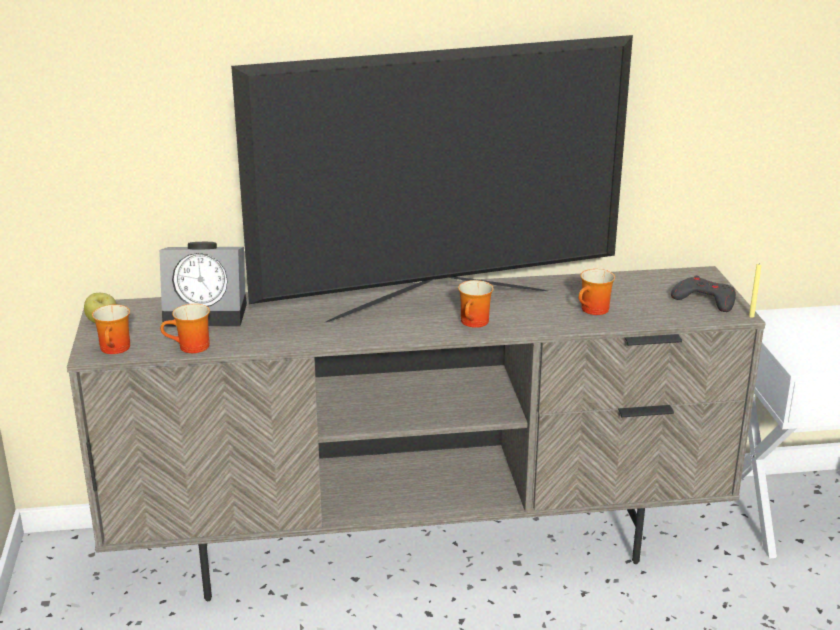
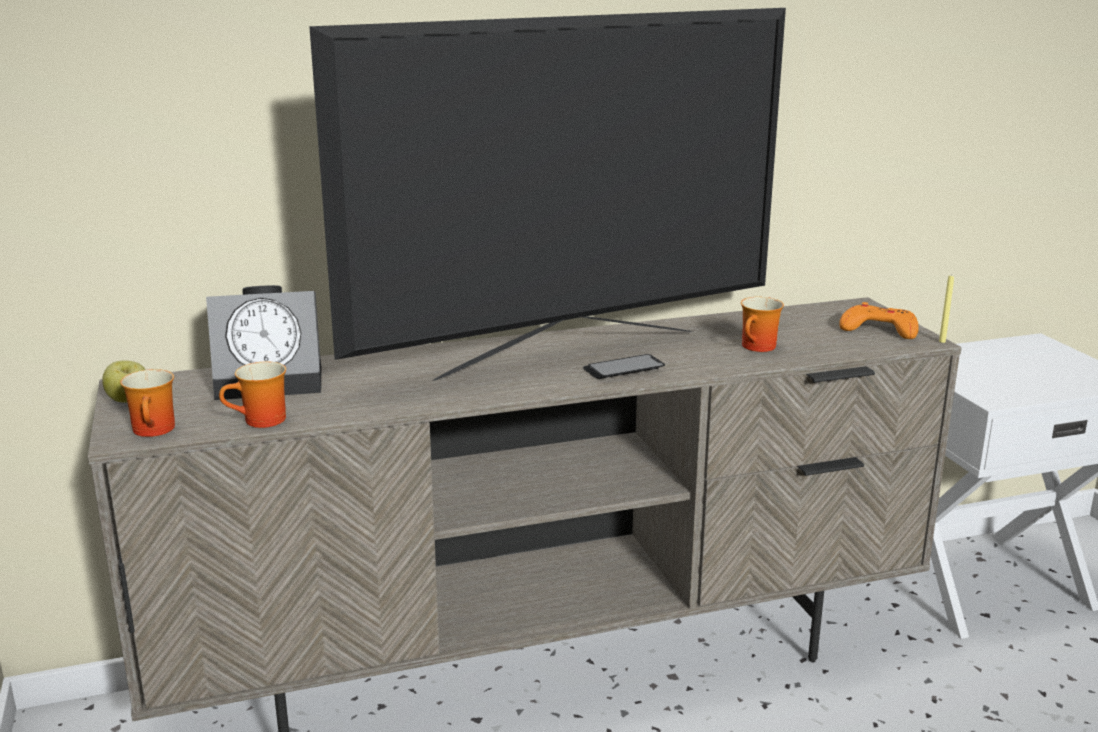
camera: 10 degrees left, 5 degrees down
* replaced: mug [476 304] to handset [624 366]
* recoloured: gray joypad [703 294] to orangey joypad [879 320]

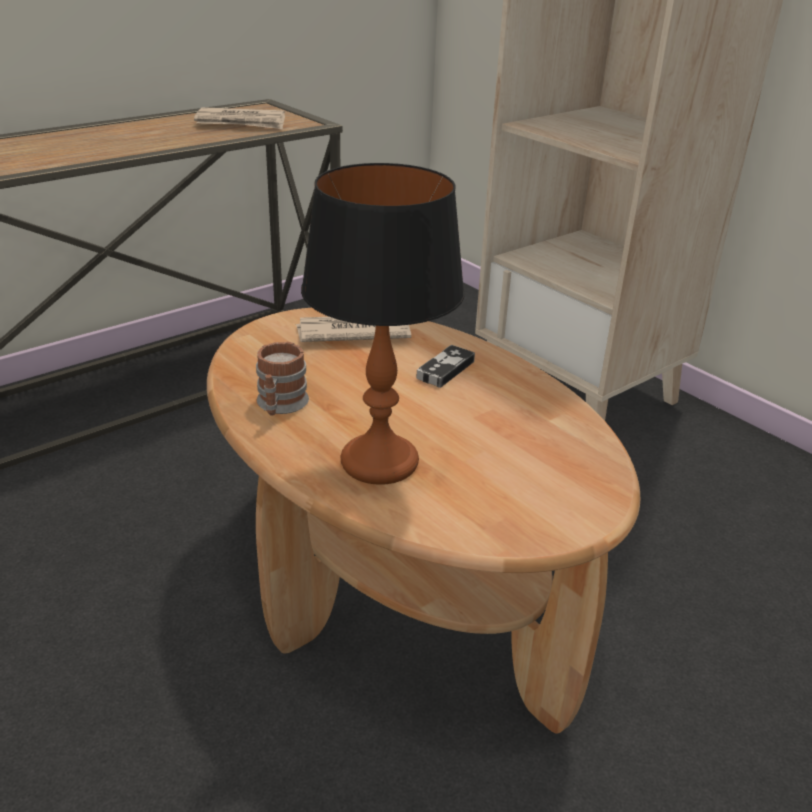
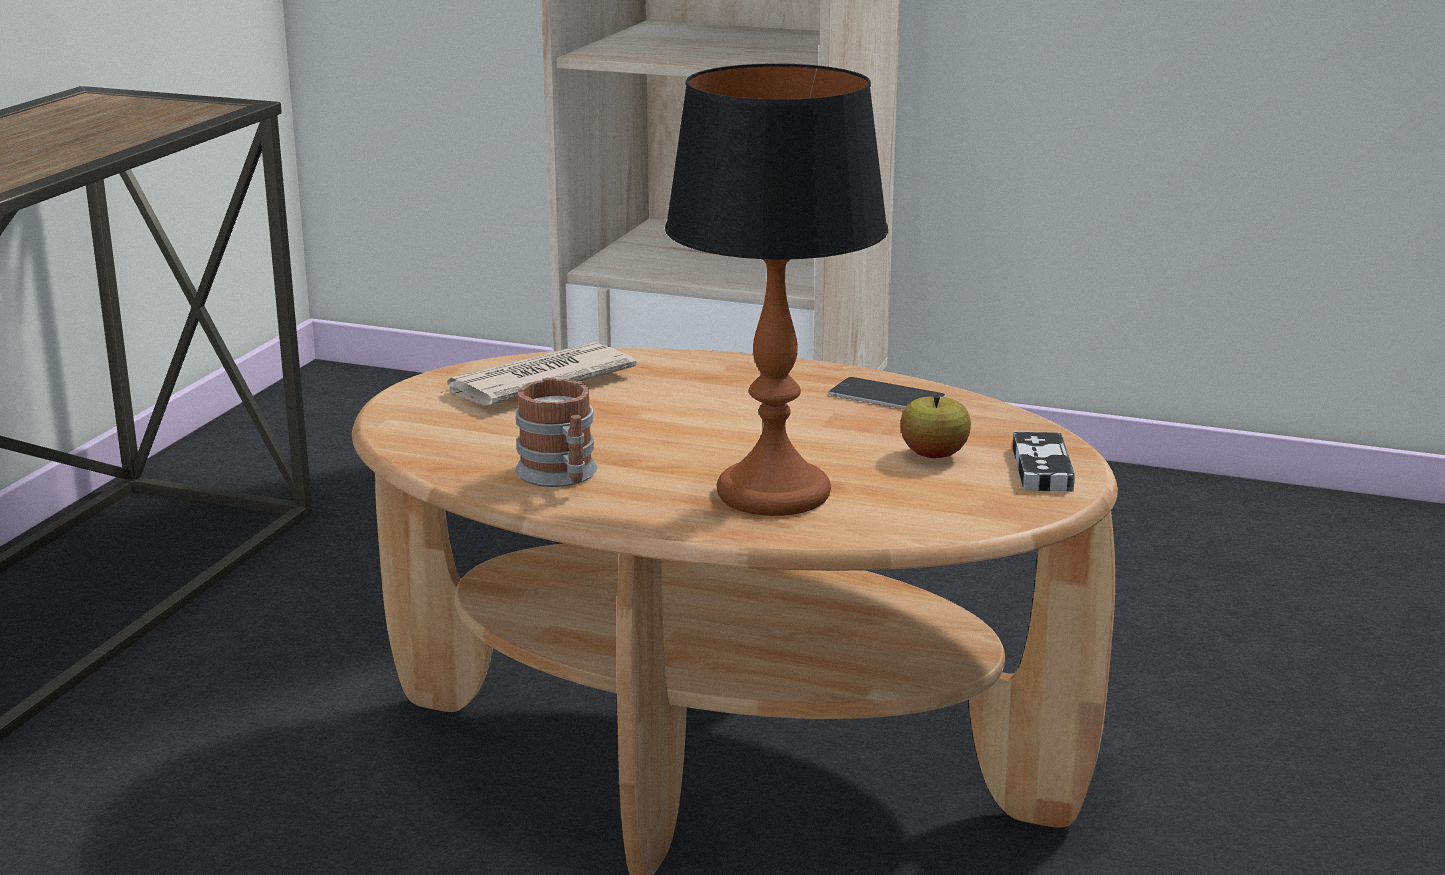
camera: 30 degrees left, 10 degrees down
* removed: daily paper [239 118]
* moved: joypad [445 366] to [1044 462]
* added: handset [887 393]
* added: apple [935 426]

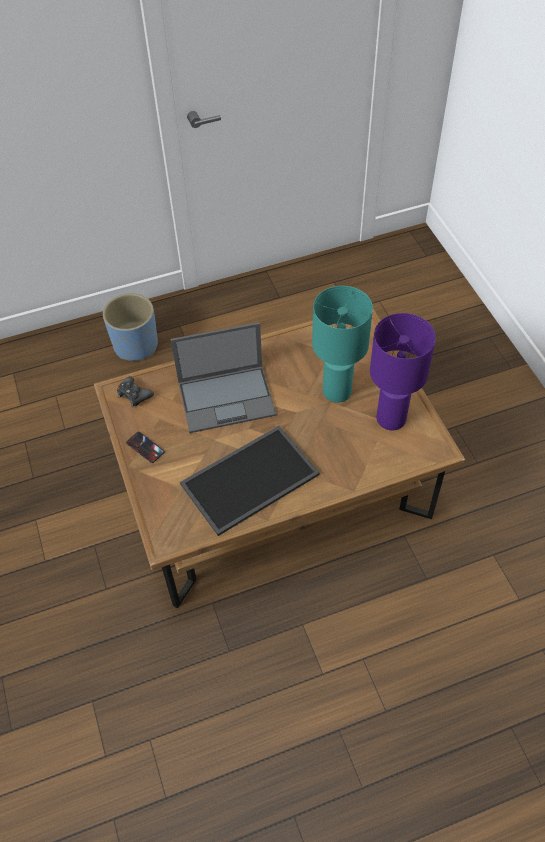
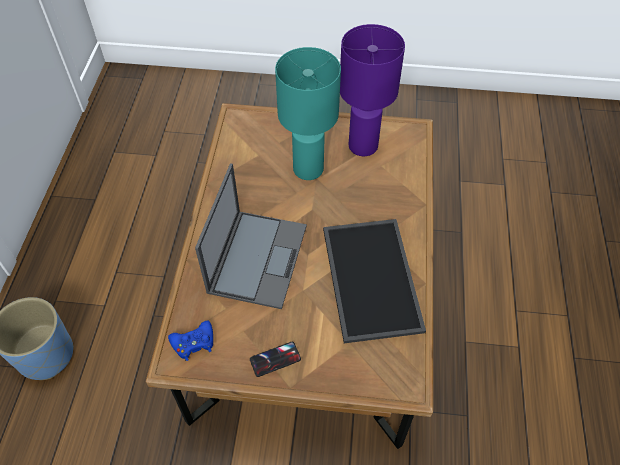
camera: 65 degrees left, 0 degrees up
* recoloured: blackish joypad [135 391] to bluish joypad [190 340]

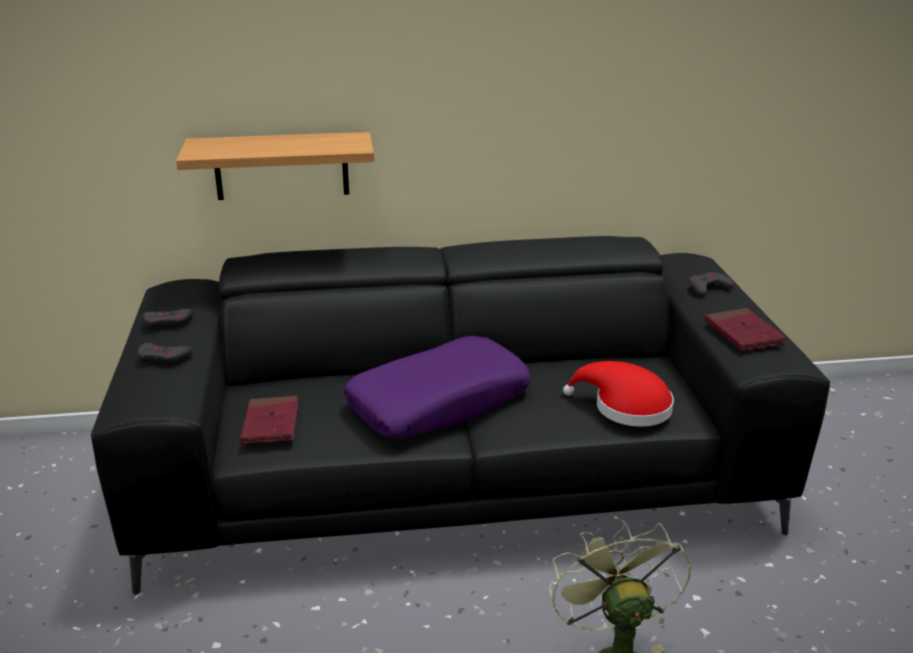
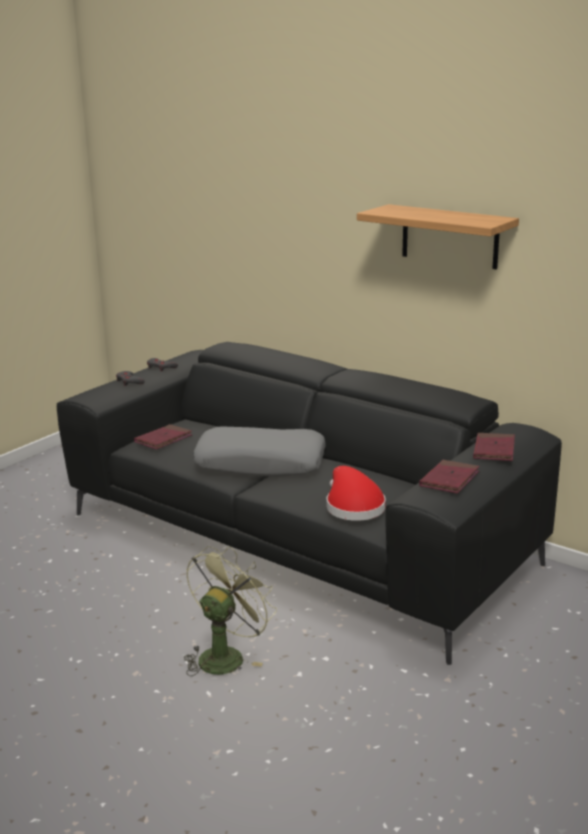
camera: 45 degrees right, 5 degrees down
* moved: shelf [275 166] to [438 237]
* recoloured: purplish pillow [437 387] to gray pillow [259 451]
* replaced: gray joypad [711 284] to red-coloured volume [494 447]

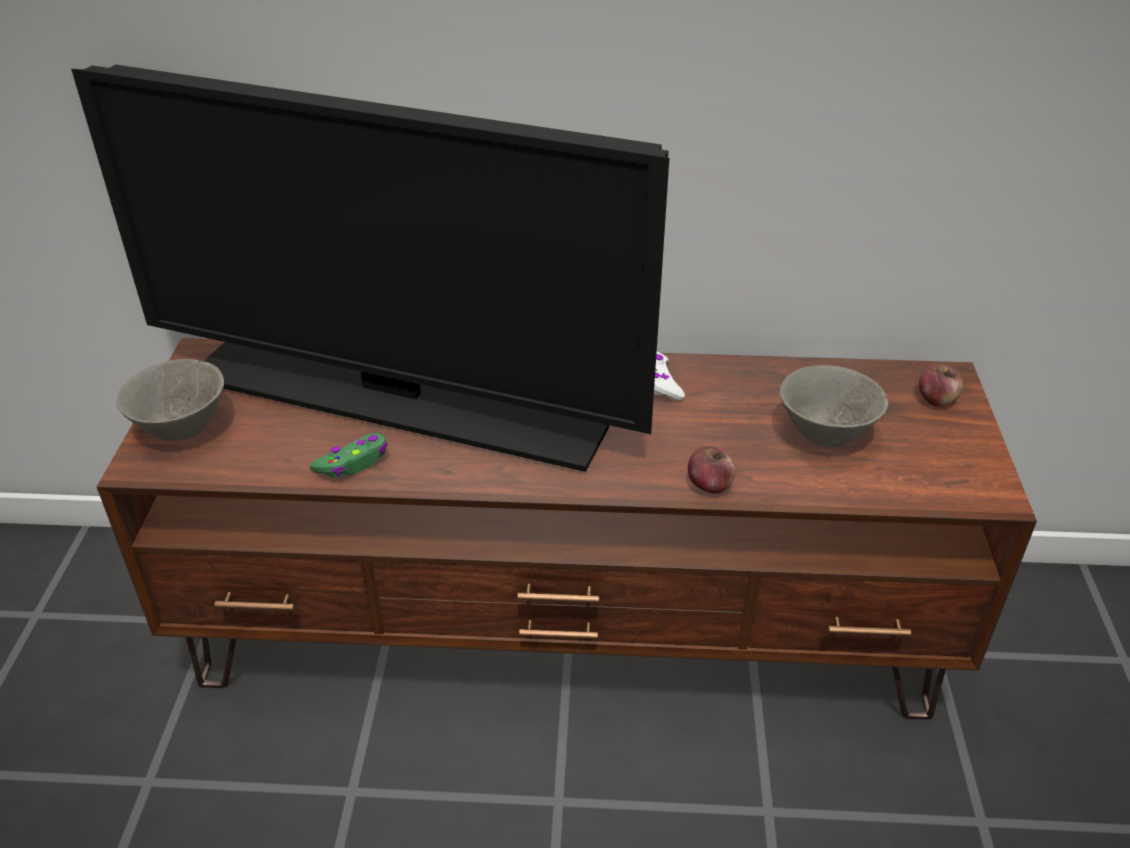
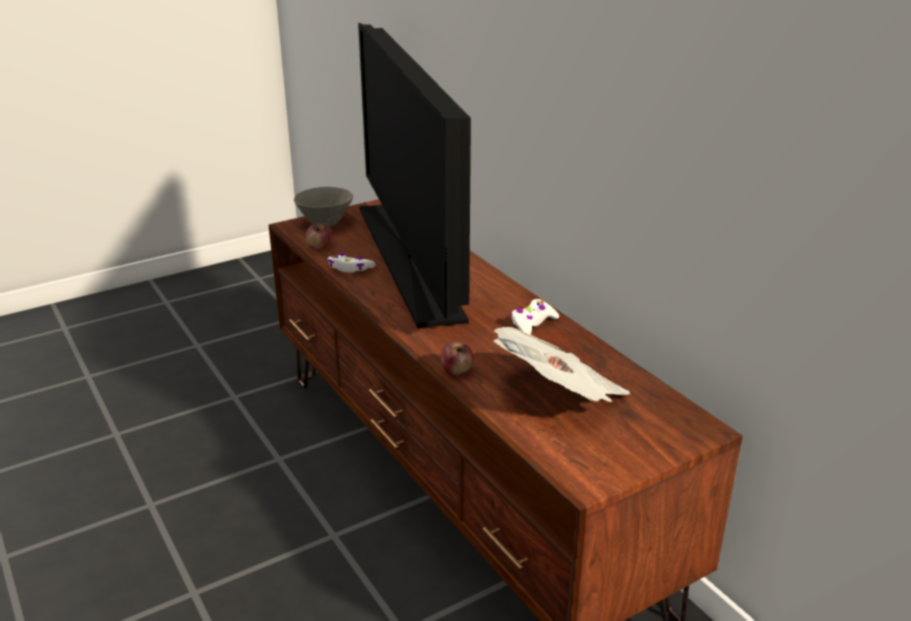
camera: 55 degrees right, 10 degrees down
* recoloured: green joypad [348 455] to whitish joypad [352 263]
* replaced: gray serving bowl [834 406] to daily paper [561 364]
* moved: apple [941 384] to [319 236]

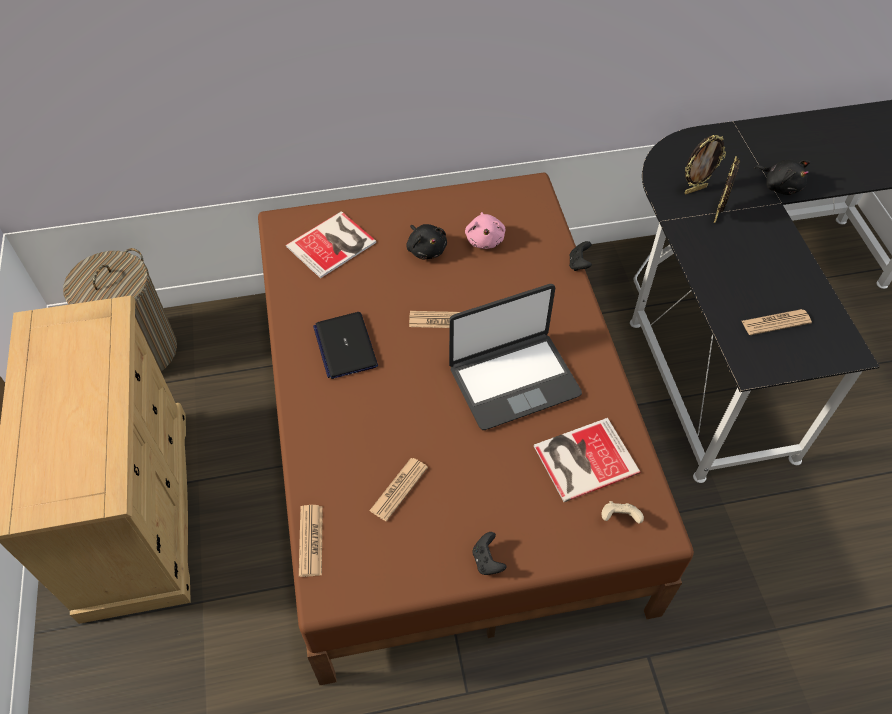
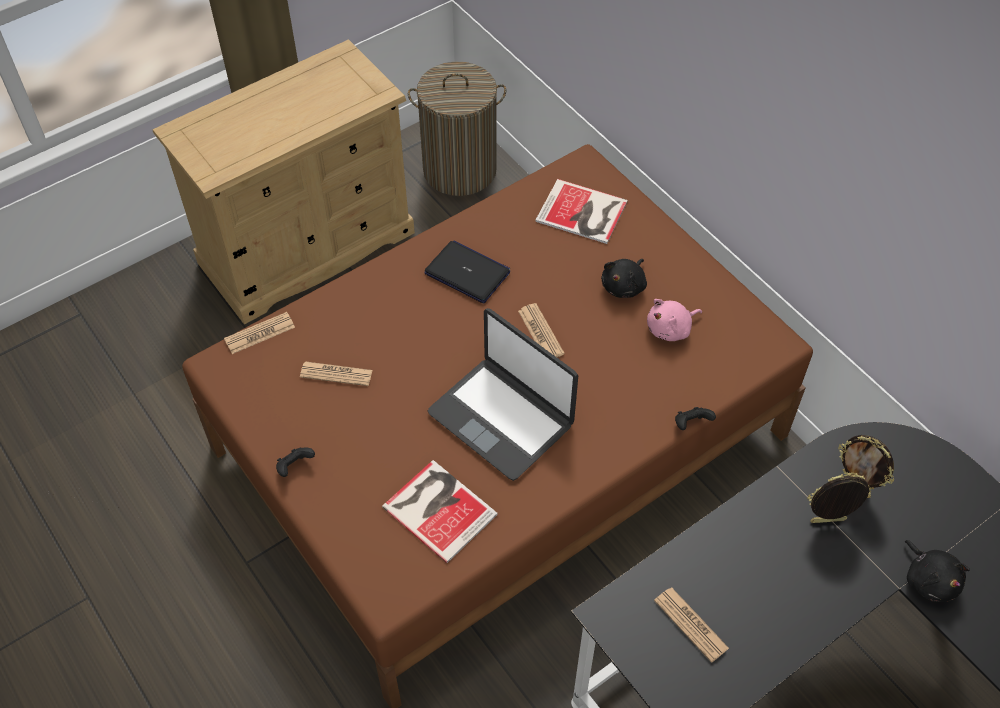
camera: 65 degrees right, 0 degrees up
* turned: laptop [345 345] = [467 272] 75 degrees clockwise
* removed: beige-coloured joypad [623 512]
* turned: blackish cuddly toy [782 177] = [937 571] 45 degrees counterclockwise

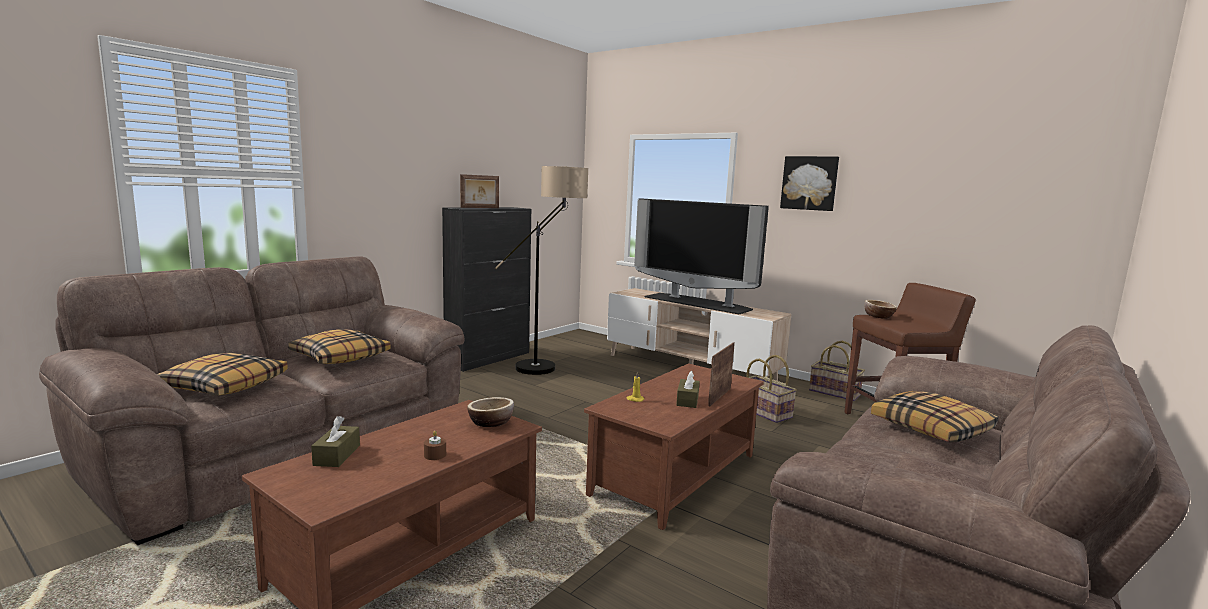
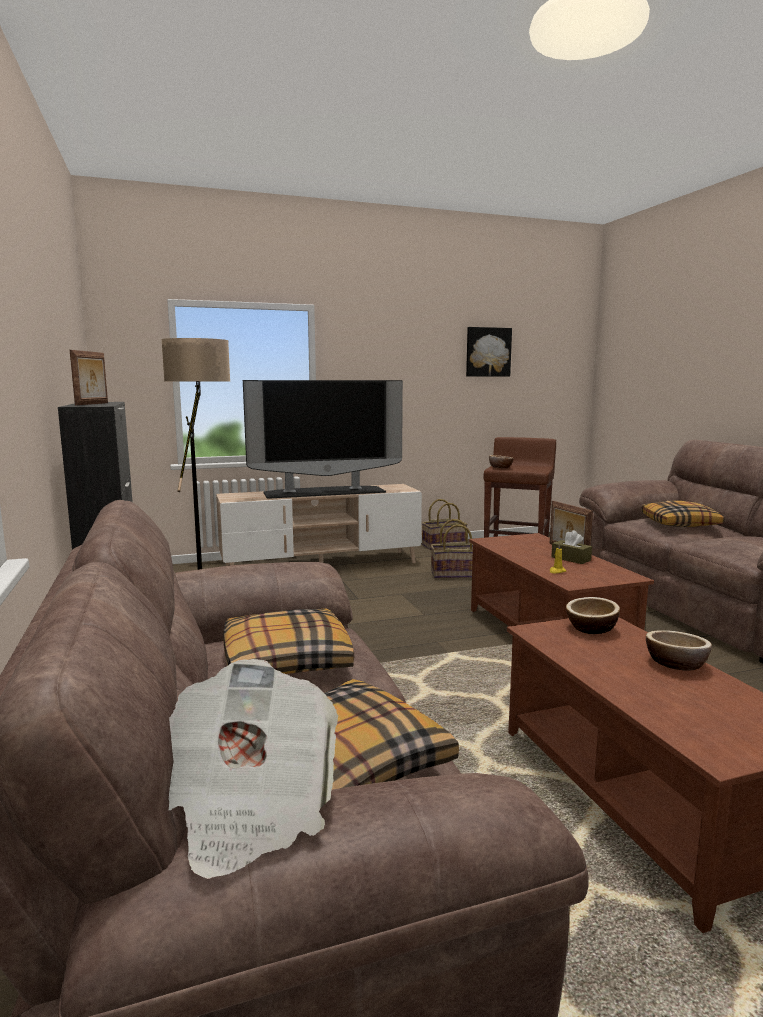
camera: 55 degrees left, 0 degrees up
* removed: brownish tissue box [335 441]
* replaced: brownish wax candle [435 445] to serving bowl [679 650]
* moved: wall picture [809 183] to [489 352]
* added: daily paper [253 769]

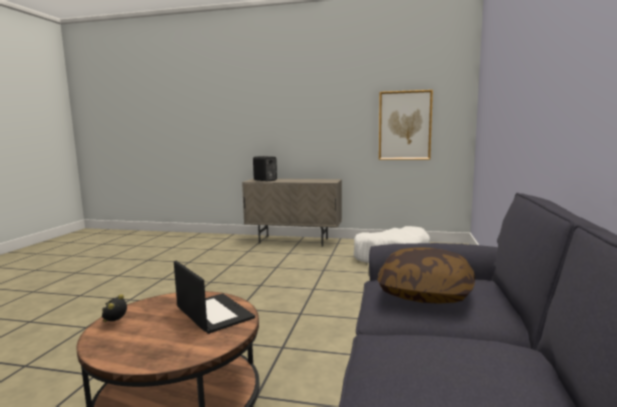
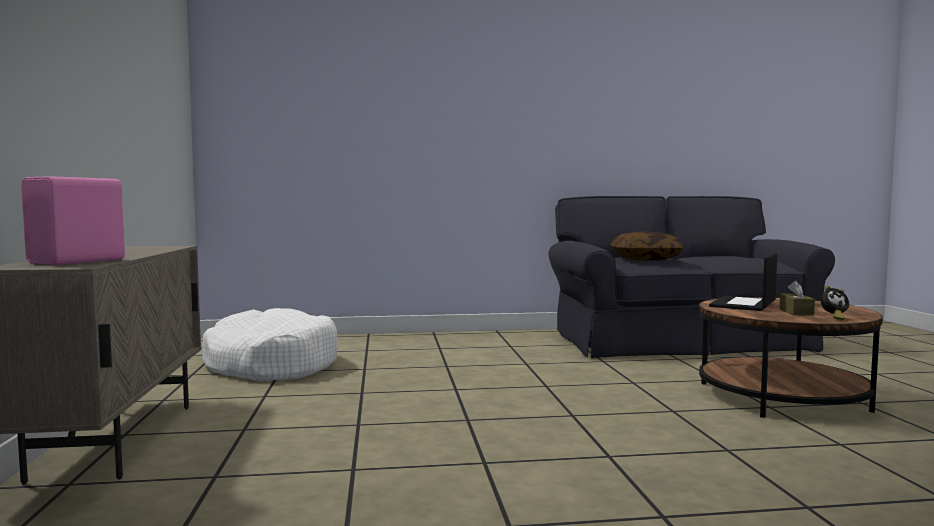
camera: 110 degrees left, 5 degrees down
* recoloured: blackish speaker [265 169] to pinkish speaker [73 220]
* removed: wall picture [406 125]
* added: brownish tissue box [797 298]

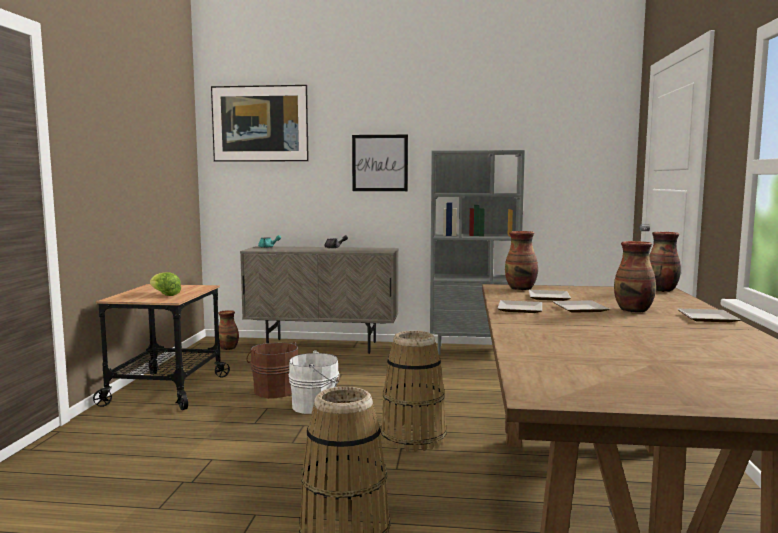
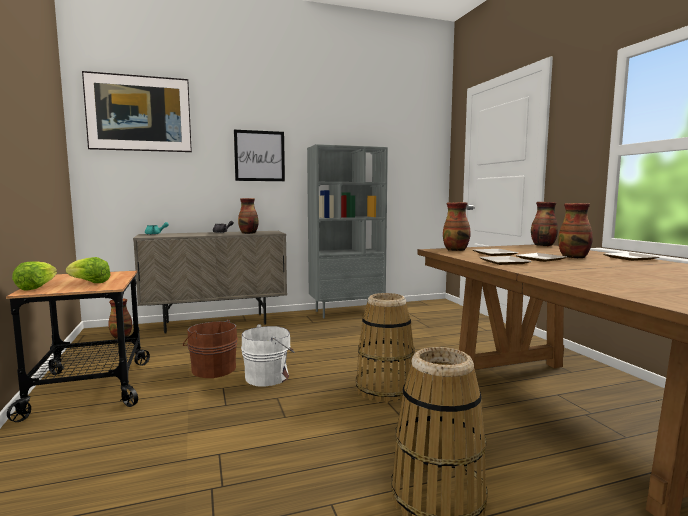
camera: 25 degrees left, 0 degrees up
* added: head of lettuce [34 276]
* added: decorative vase [248 216]

